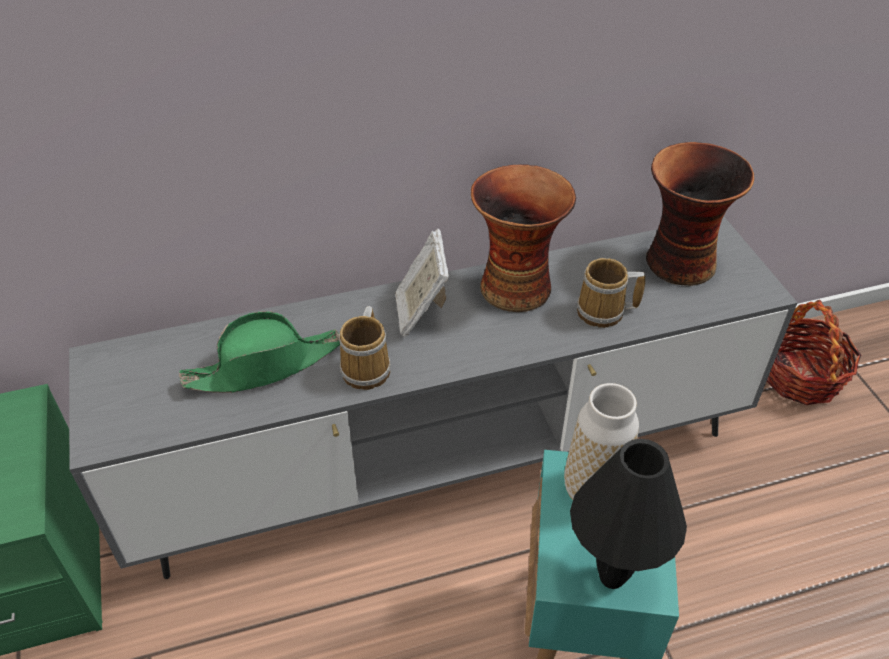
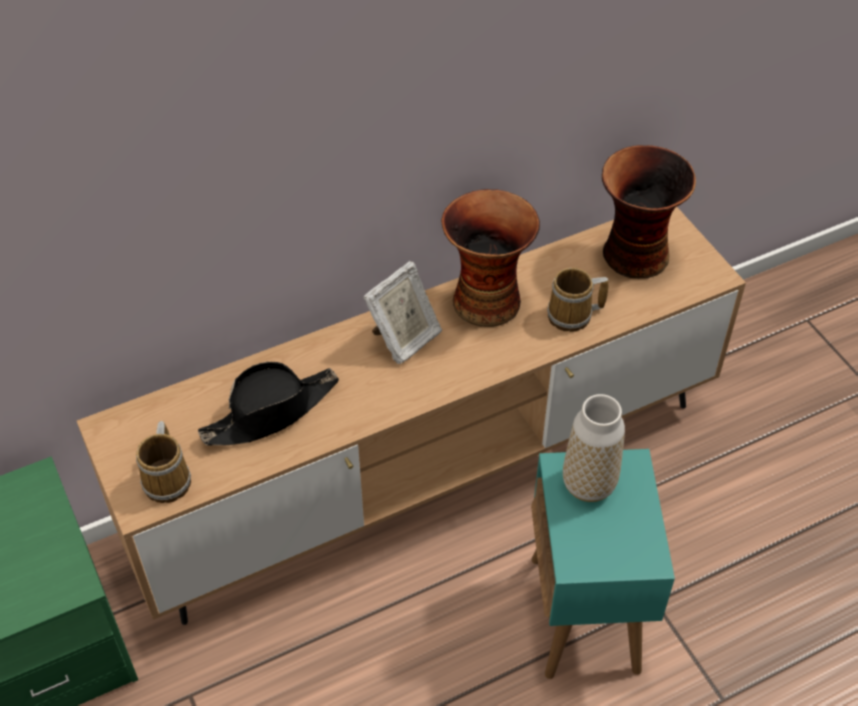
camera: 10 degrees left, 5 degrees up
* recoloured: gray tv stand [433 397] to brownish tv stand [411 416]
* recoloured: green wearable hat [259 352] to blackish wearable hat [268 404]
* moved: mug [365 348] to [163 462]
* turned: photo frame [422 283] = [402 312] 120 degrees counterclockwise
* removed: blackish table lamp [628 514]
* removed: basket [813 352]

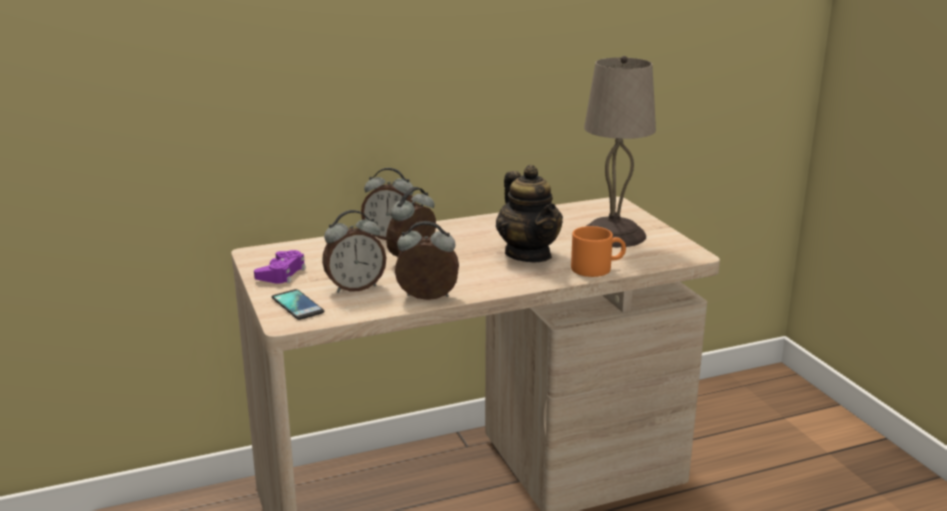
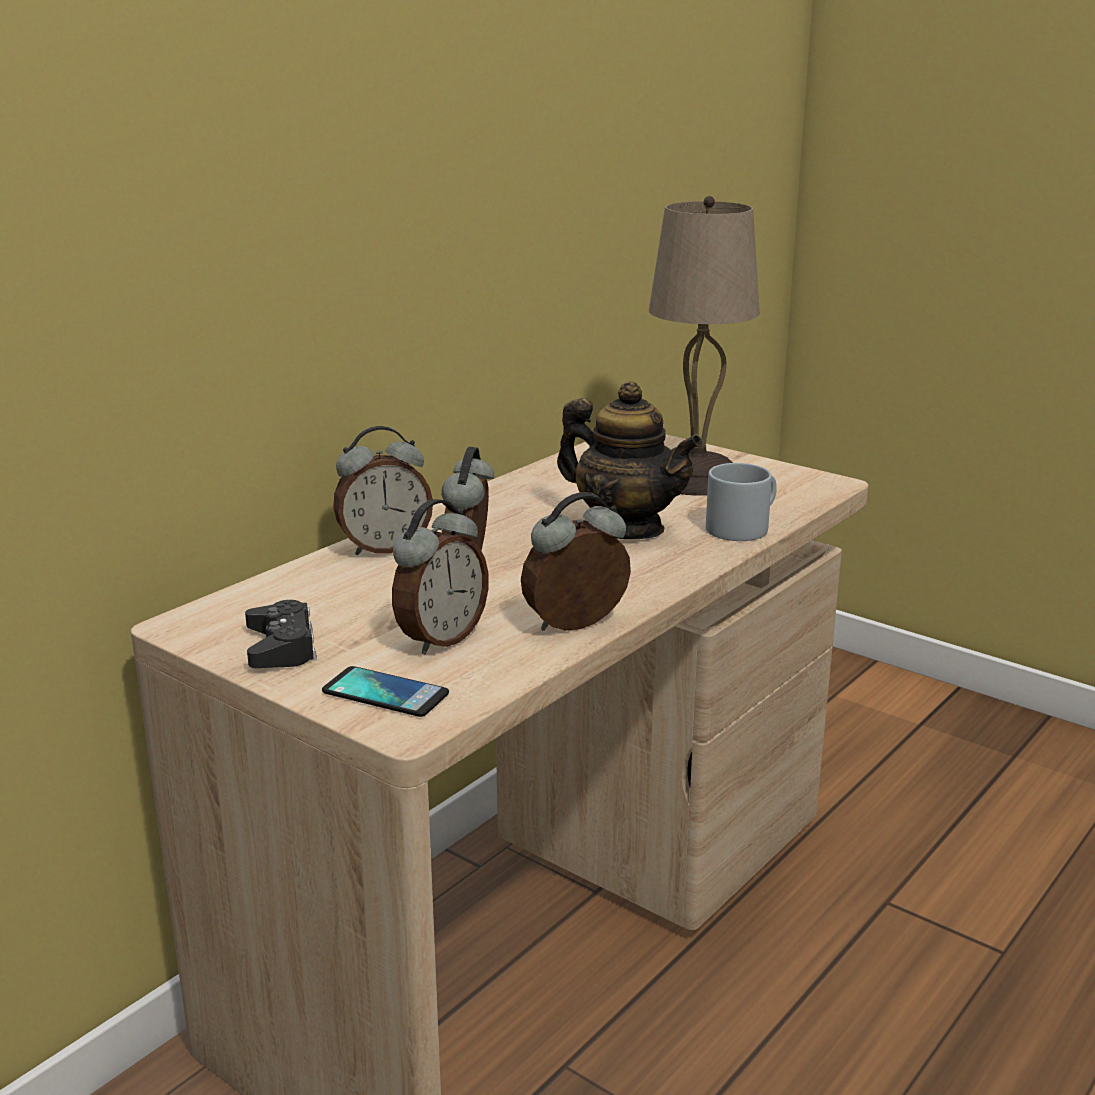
camera: 30 degrees left, 0 degrees up
* recoloured: purplish joypad [280 267] to blackish joypad [281 634]
* recoloured: orangey mug [598 251] to gray mug [741 502]

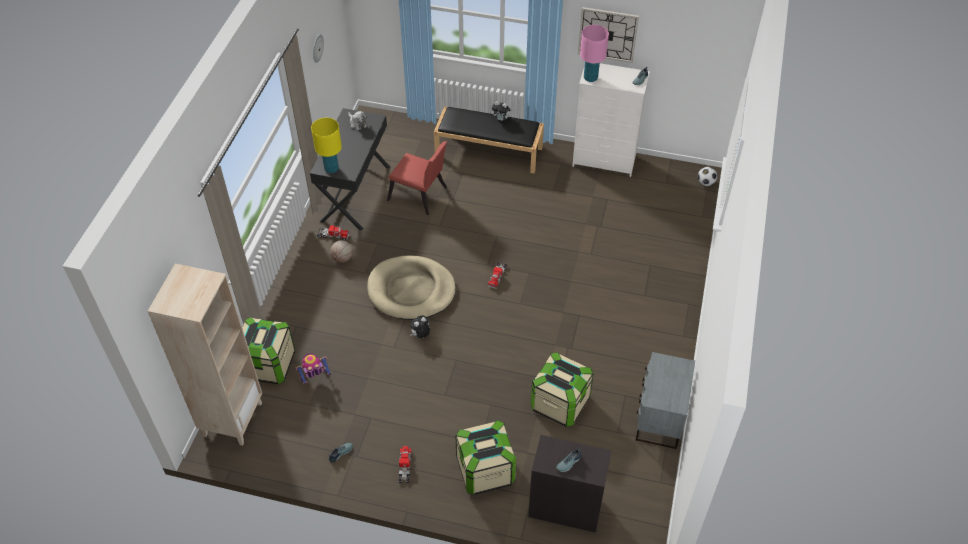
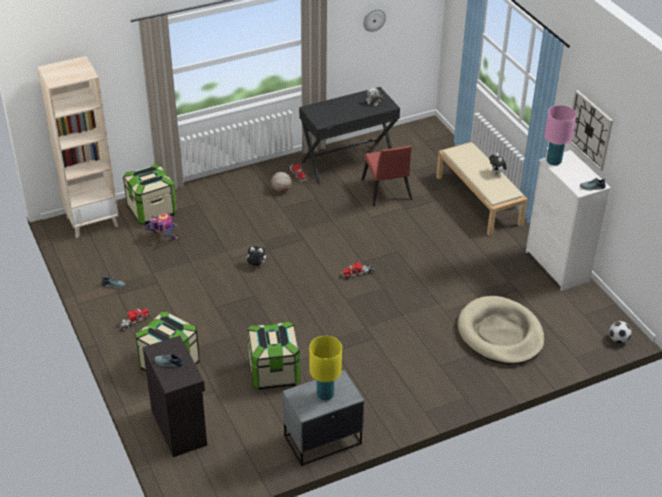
camera: 50 degrees right, 10 degrees down
* moved: yellowish table lamp [326 145] to [325 368]
* moved: beige-coloured dog bed [411 288] to [501 330]
* recoloured: blackish bench [489 140] to beige-coloured bench [481 189]

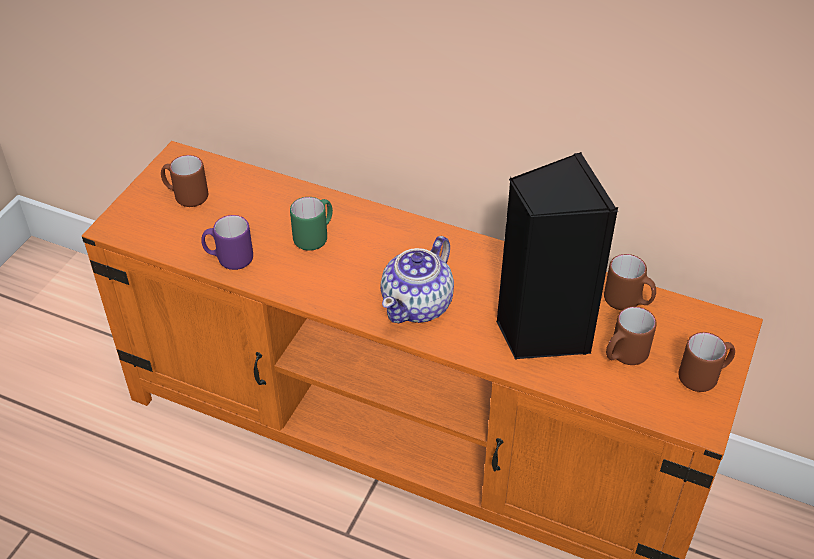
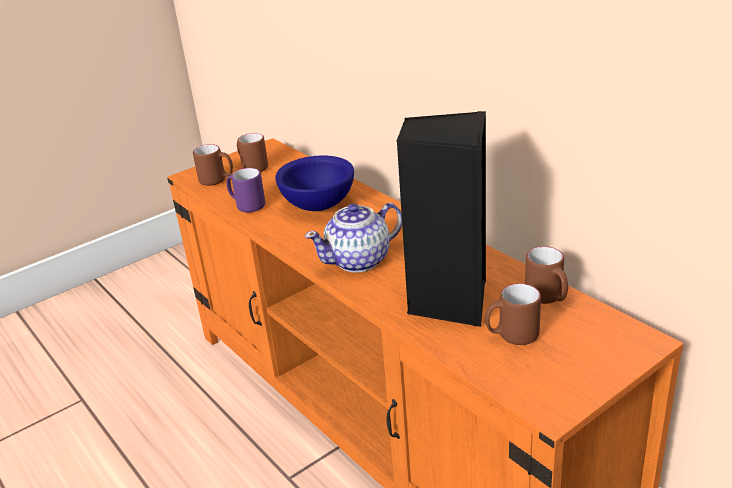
camera: 30 degrees right, 15 degrees down
* replaced: green mug [311 224] to bluish serving bowl [314 183]
* moved: brownish mug [706 362] to [213 165]

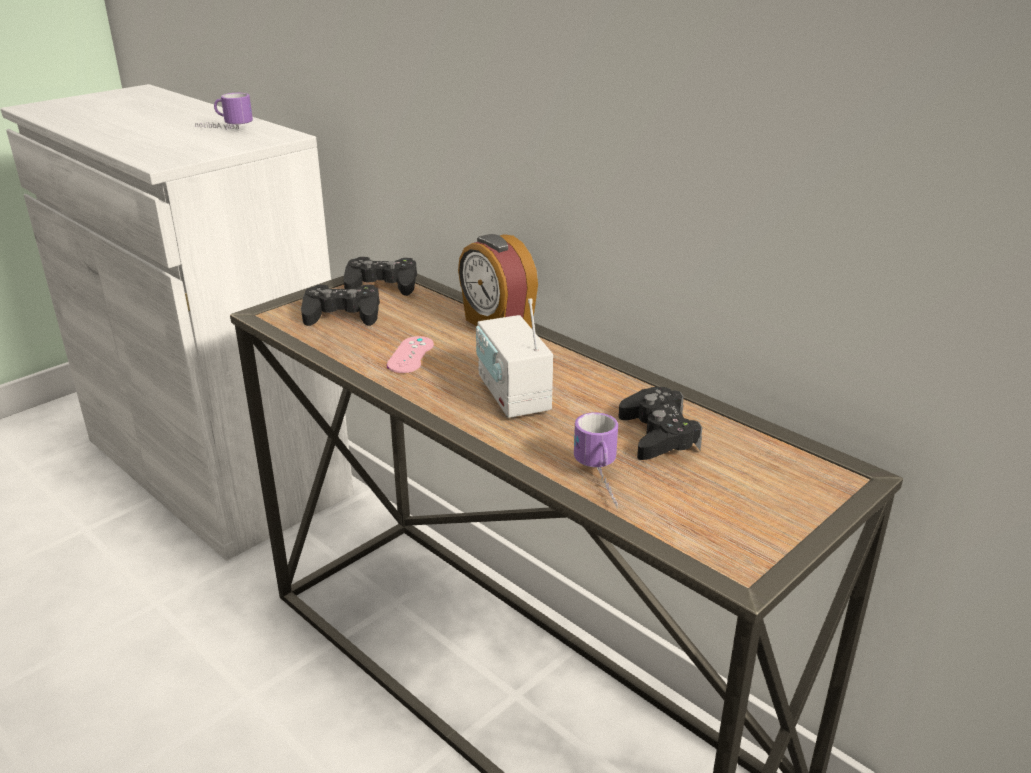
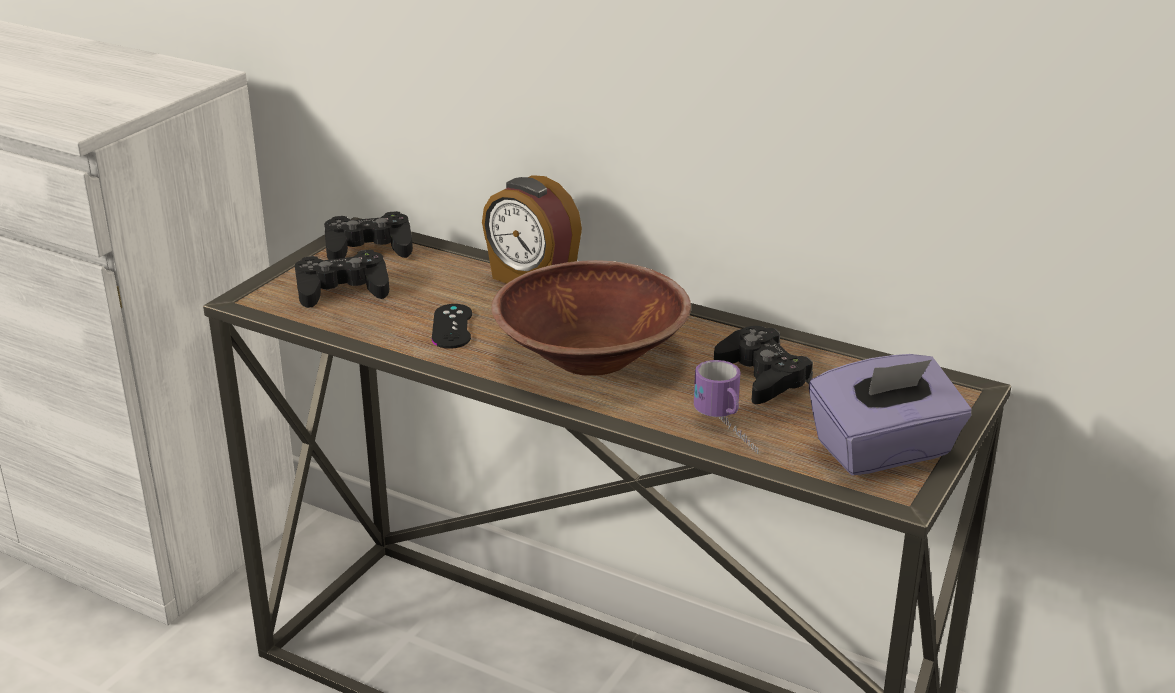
camera: 15 degrees left, 0 degrees up
* removed: mug [224 111]
* recoloured: pinkish joypad [410 354] to blackish joypad [452 326]
* replaced: radio set [514 358] to brownish serving bowl [591 318]
* added: purplish tissue box [890 414]

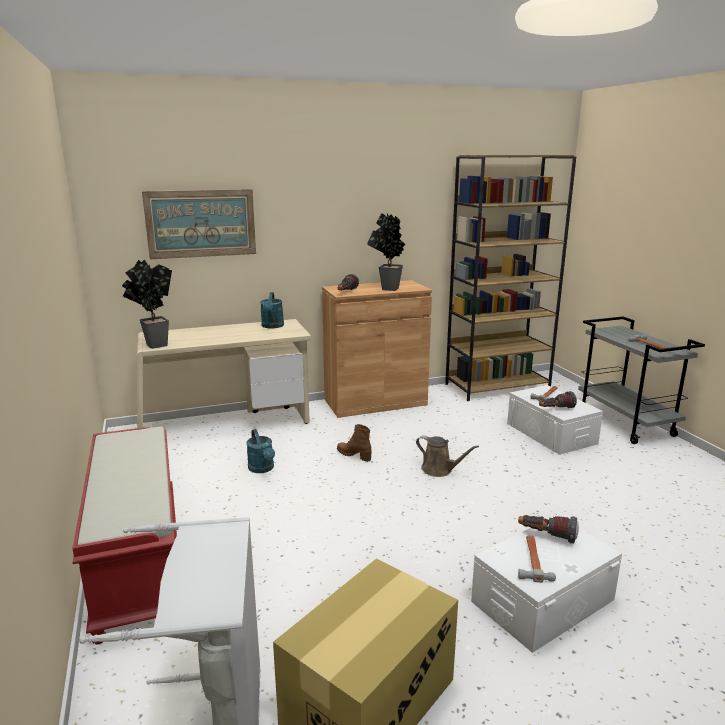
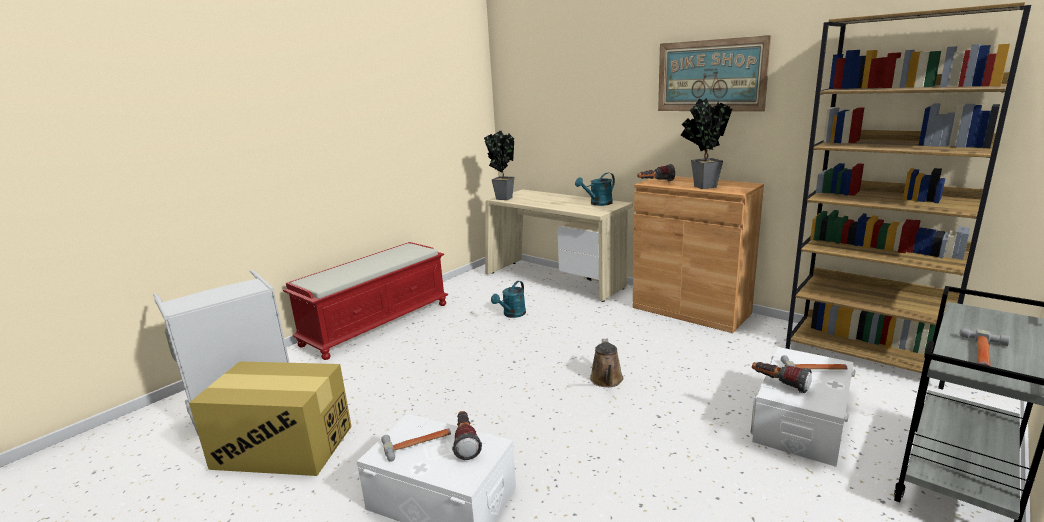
camera: 60 degrees right, 0 degrees up
* moved: wall picture [199 224] to [715 73]
* removed: brownish boot [354 443]

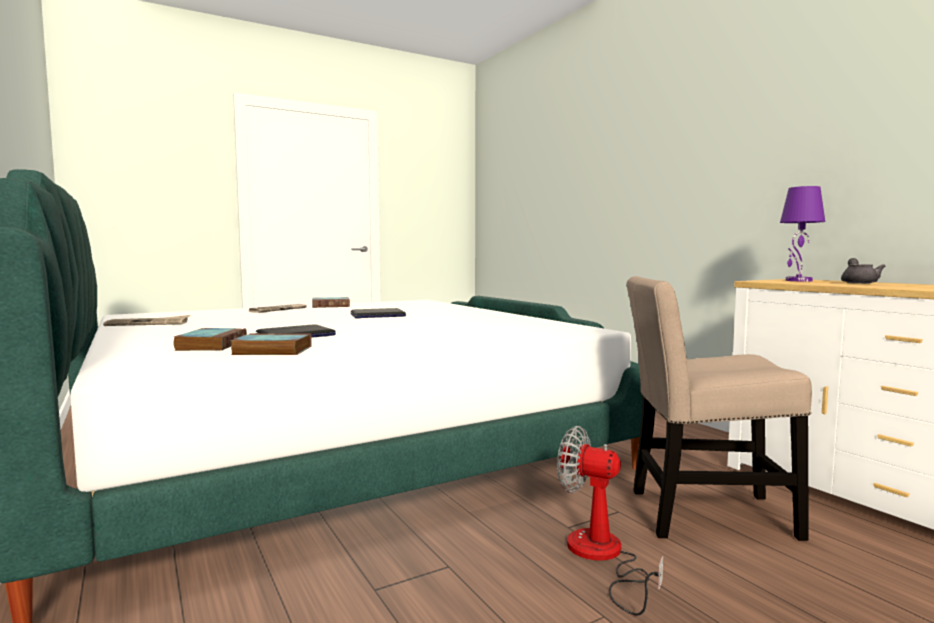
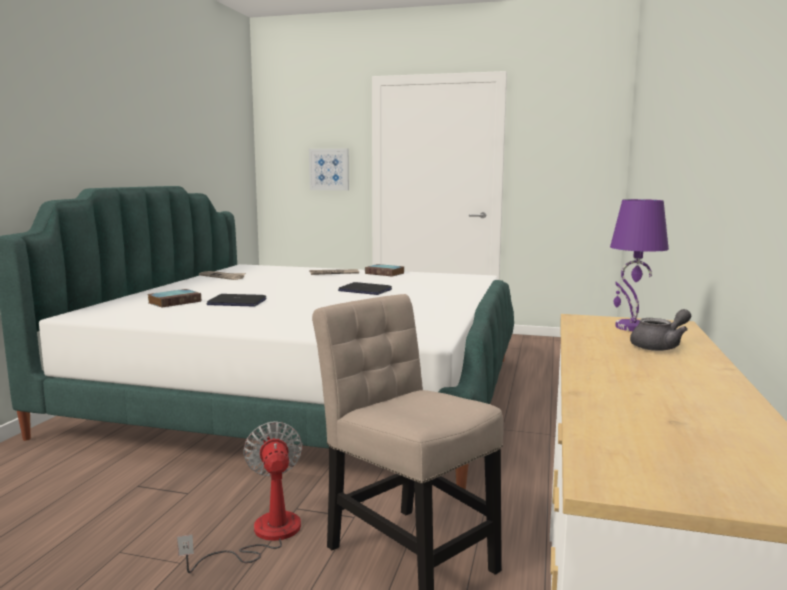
camera: 45 degrees right, 5 degrees up
* removed: volume [271 344]
* added: wall picture [329 170]

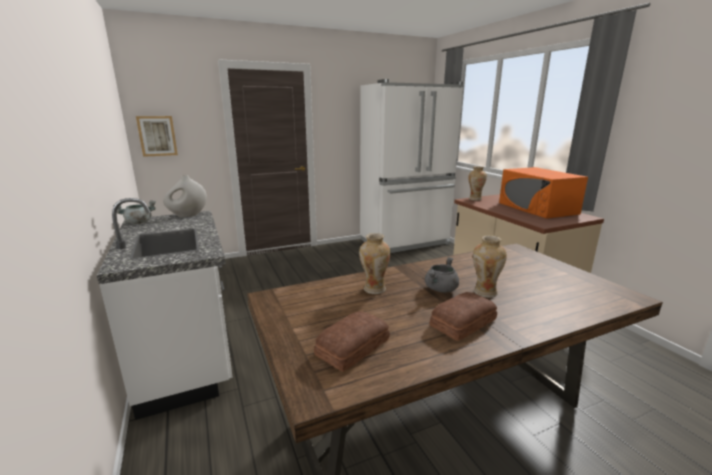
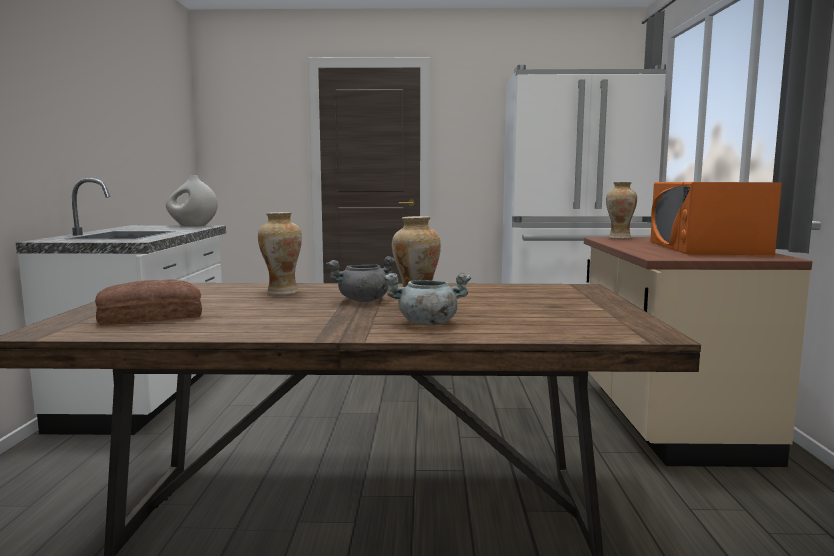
camera: 25 degrees right, 10 degrees down
* moved: gray saucepot [134 212] to [427 298]
* removed: wall picture [157 136]
* removed: bakery bread [463 316]

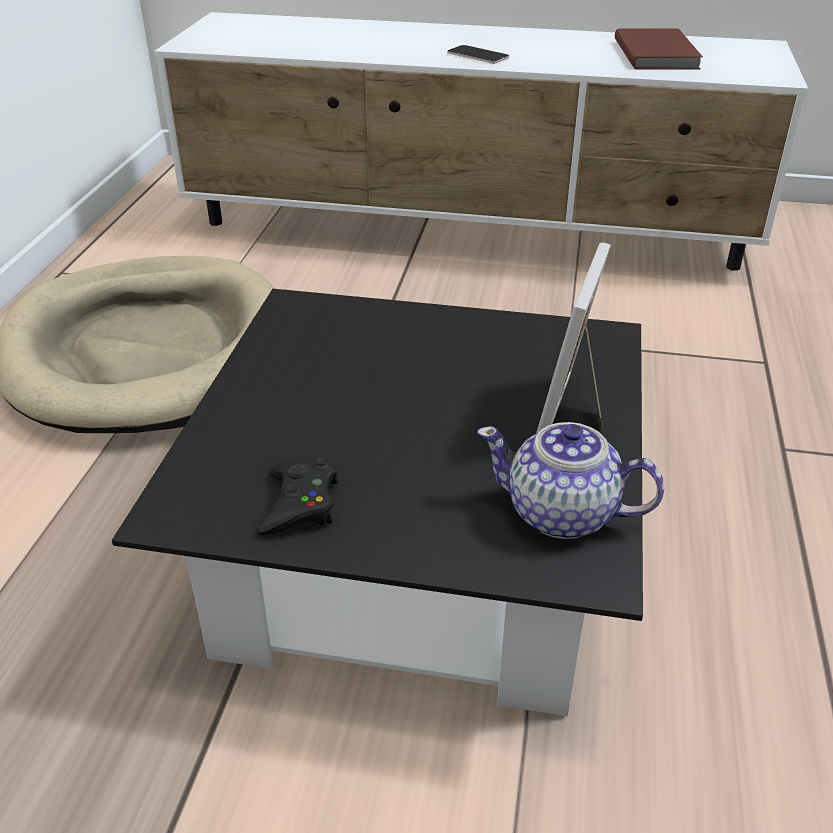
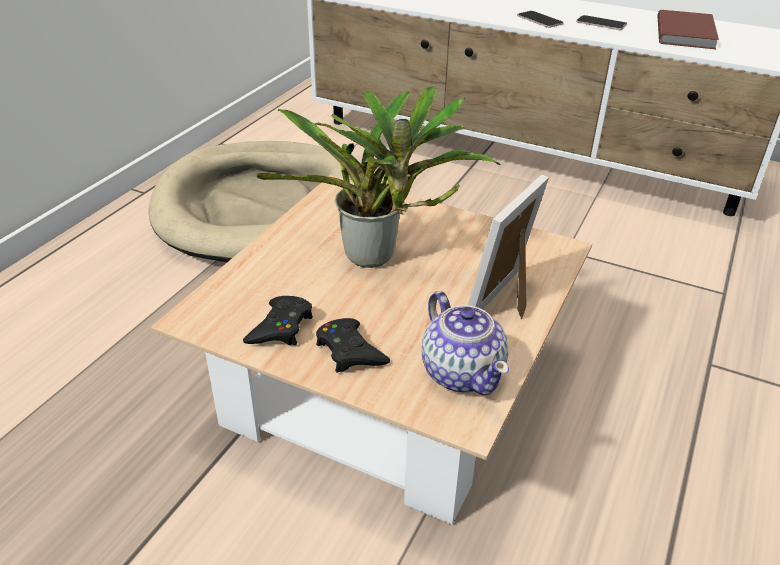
camera: 15 degrees right, 0 degrees up
* recoloured: blackish coffee table [377 502] to beige-coloured coffee table [371 350]
* turned: pot for tea [570 480] = [465 343] 150 degrees counterclockwise
* added: plant in a pot [378 177]
* added: blackish joypad [353 345]
* added: handset [601 22]

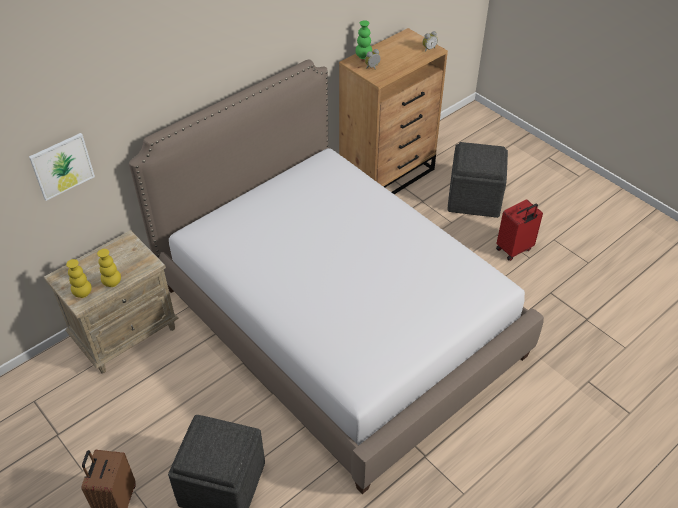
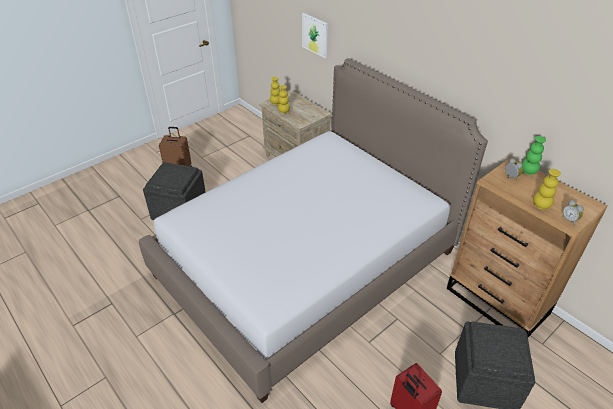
camera: 90 degrees right, 5 degrees down
* added: yellowish decorative vase [547 189]

